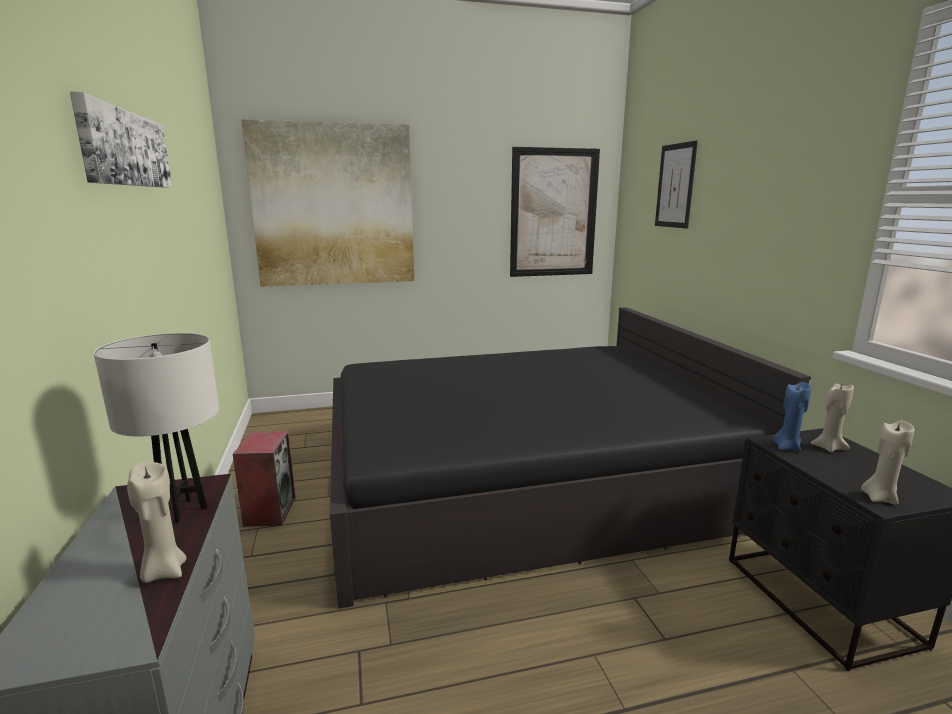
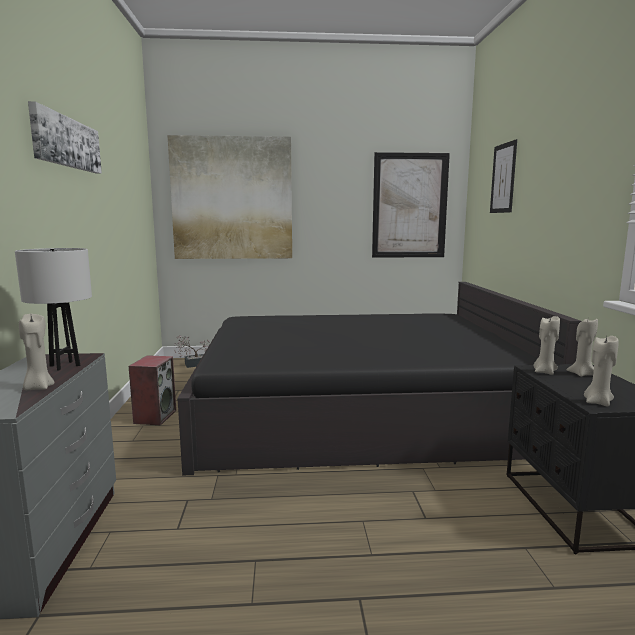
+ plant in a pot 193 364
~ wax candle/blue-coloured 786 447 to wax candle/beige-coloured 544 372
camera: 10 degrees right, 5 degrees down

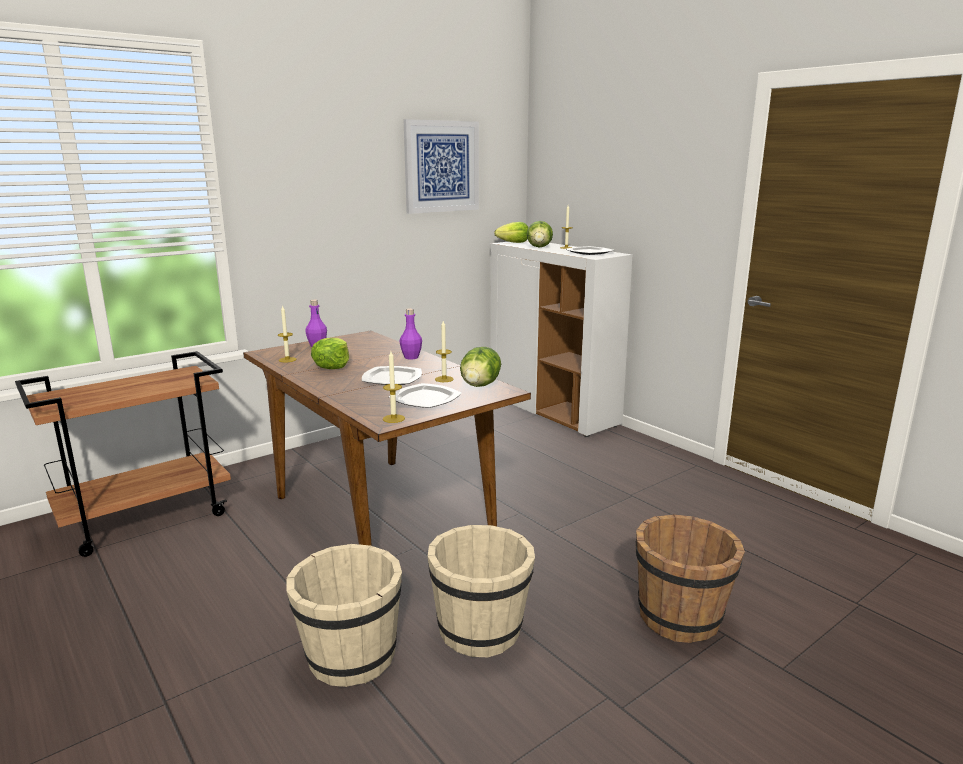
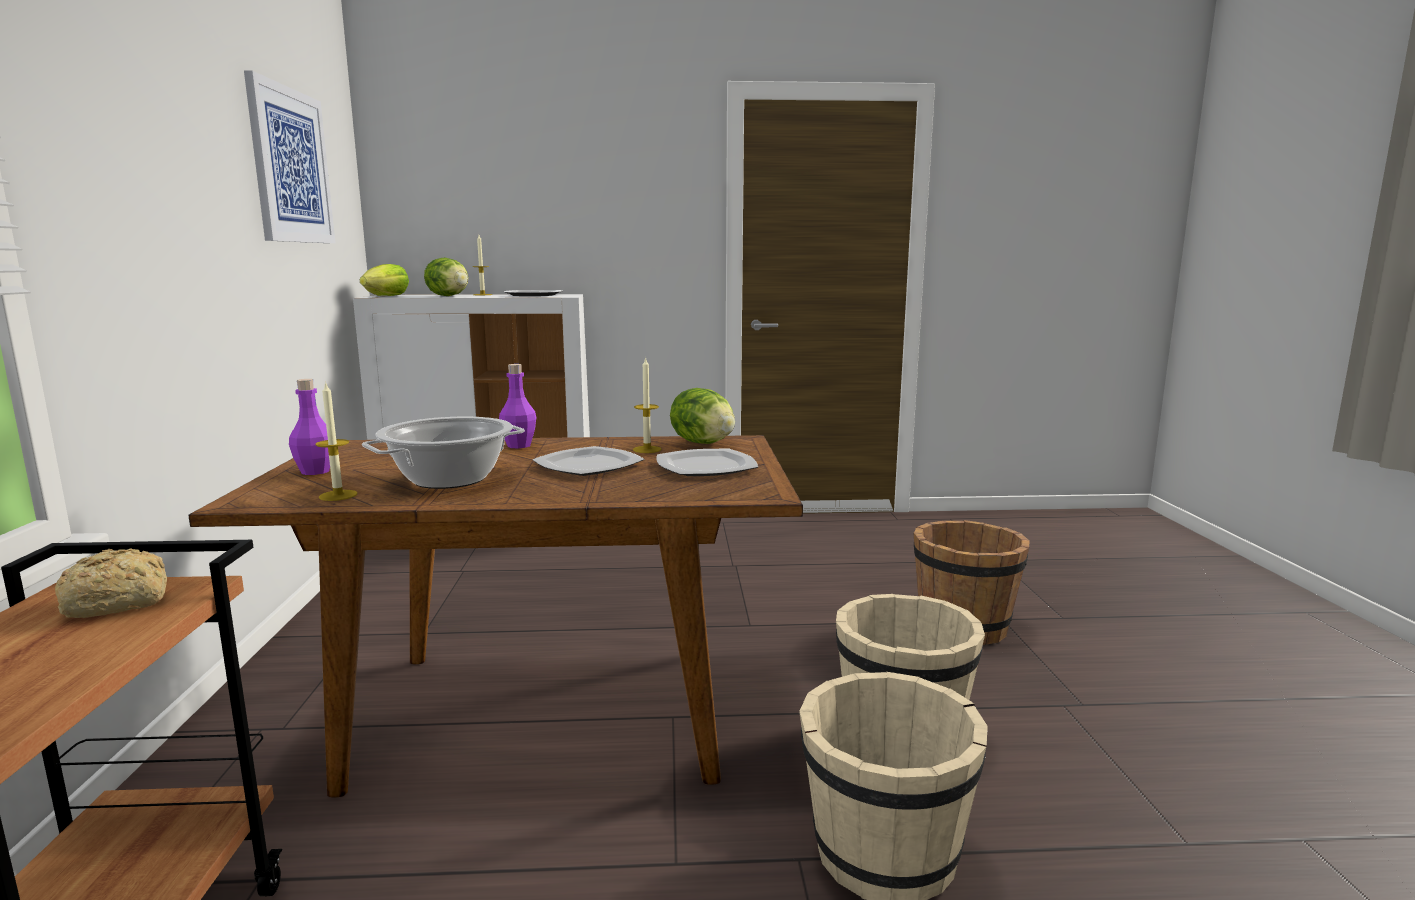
- wax candle 393 418
+ baked bread 121 602
~ head of lettuce 332 365 to saucepot 449 479
camera: 55 degrees left, 5 degrees down

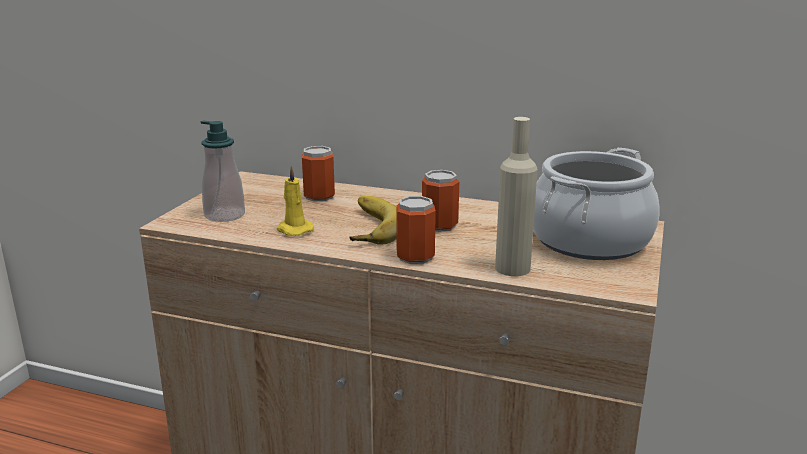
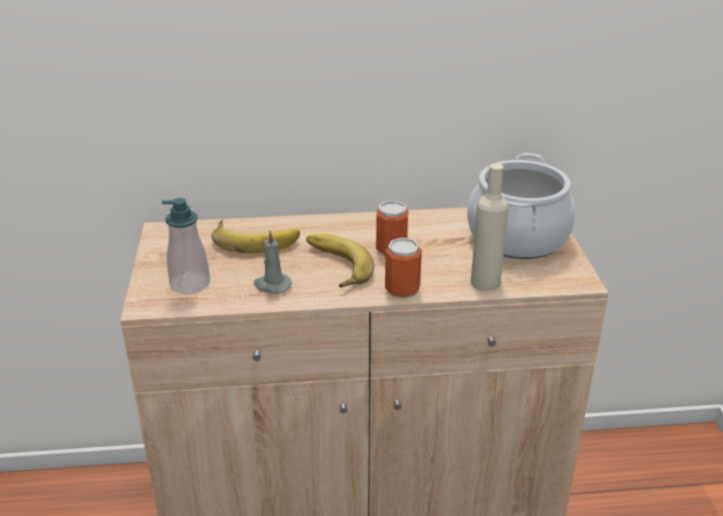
~ sealed can 319 196 to banana fruit 255 239
~ wax candle/yellow-coloured 293 230 to wax candle/grey 272 285
camera: 25 degrees left, 10 degrees up

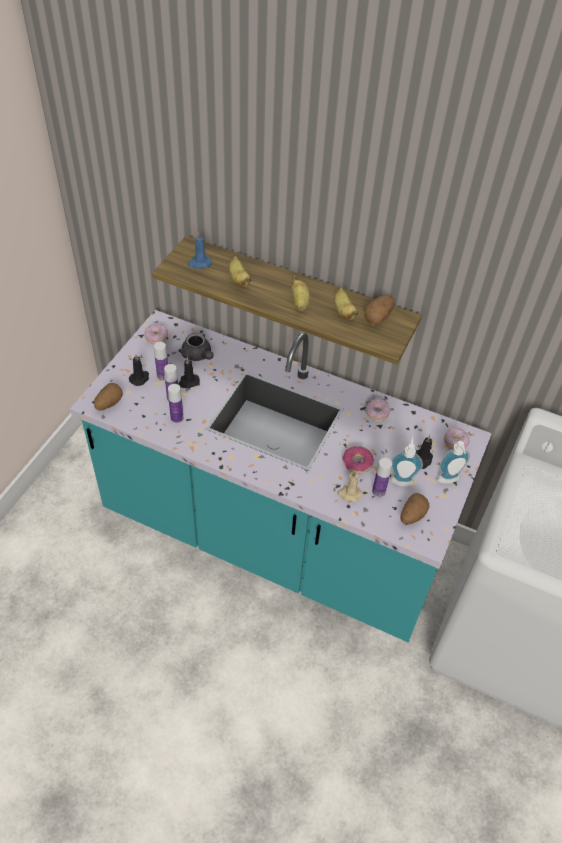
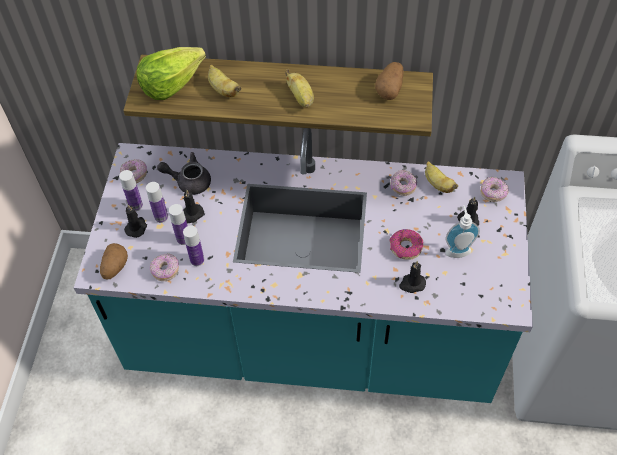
- spud 412 515
- liquid soap bottle 449 481
+ ring doughnut 165 270
~ banana fruit 343 312 to 437 184
~ bottle 378 491 to 136 205
~ wax candle/blue-coloured 199 263 to head of lettuce 171 84
~ wax candle/beige-coloured 349 494 to wax candle/black 412 284
~ tea pot/grey 198 356 = 189 181 150 degrees clockwise
camera: 15 degrees left, 5 degrees up

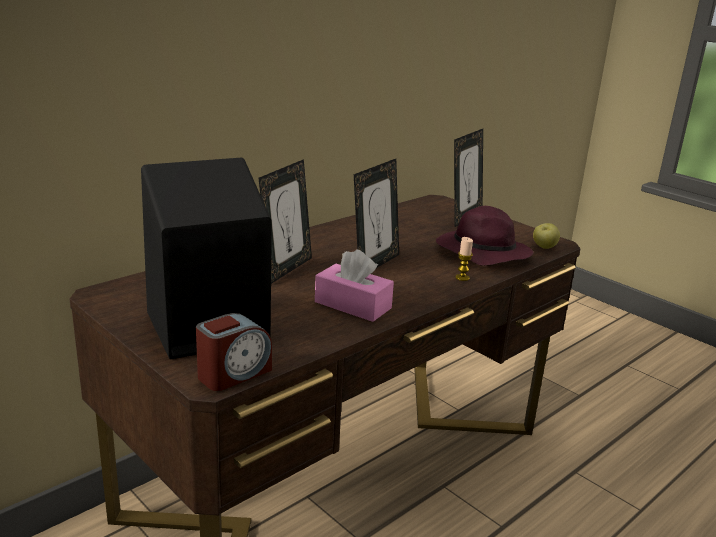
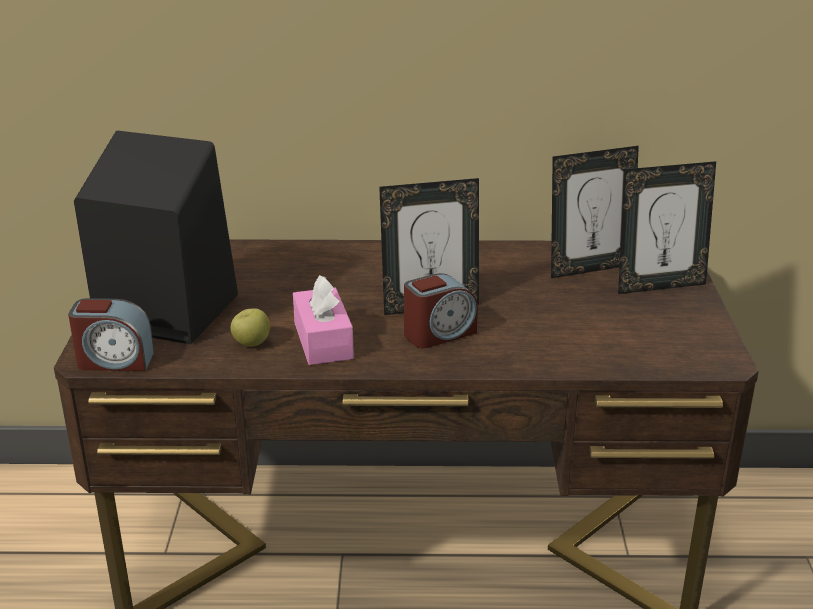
- wearable hat/purplish 481 252
- wax candle 462 278
+ bedside clock 439 333
~ picture frame 286 269 to 589 268
~ apple fruit 544 247 to 251 343
camera: 45 degrees right, 5 degrees up

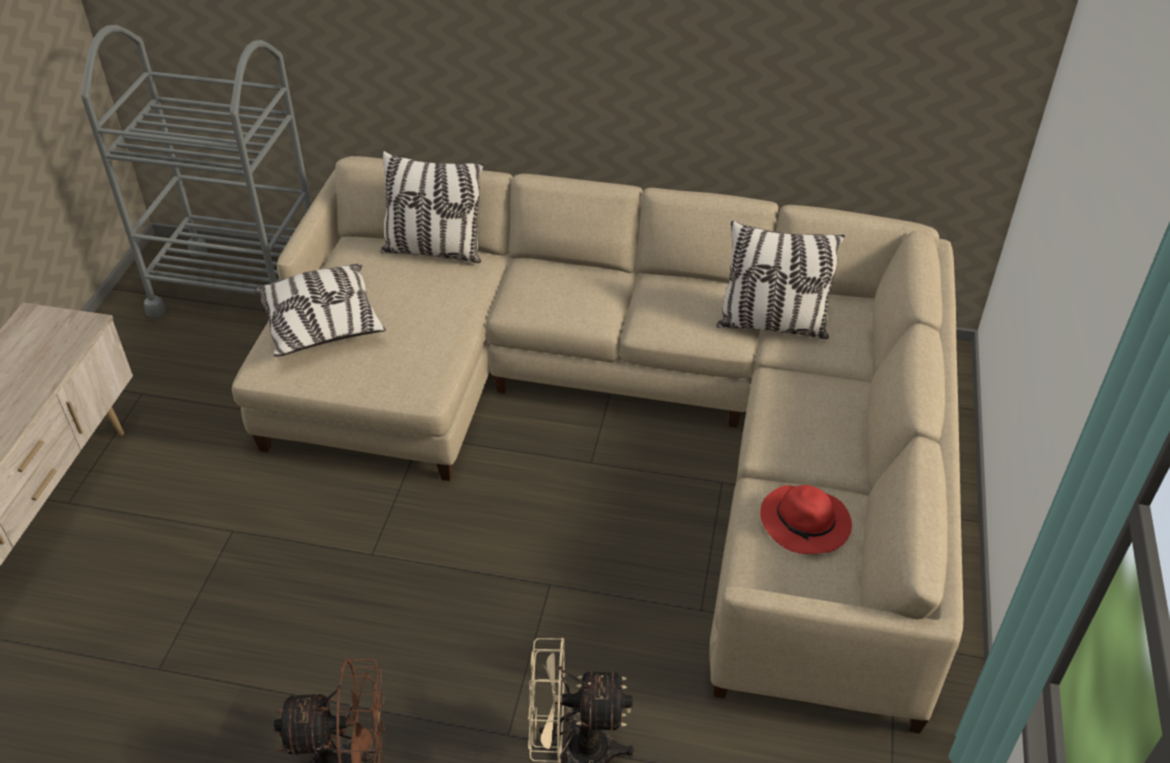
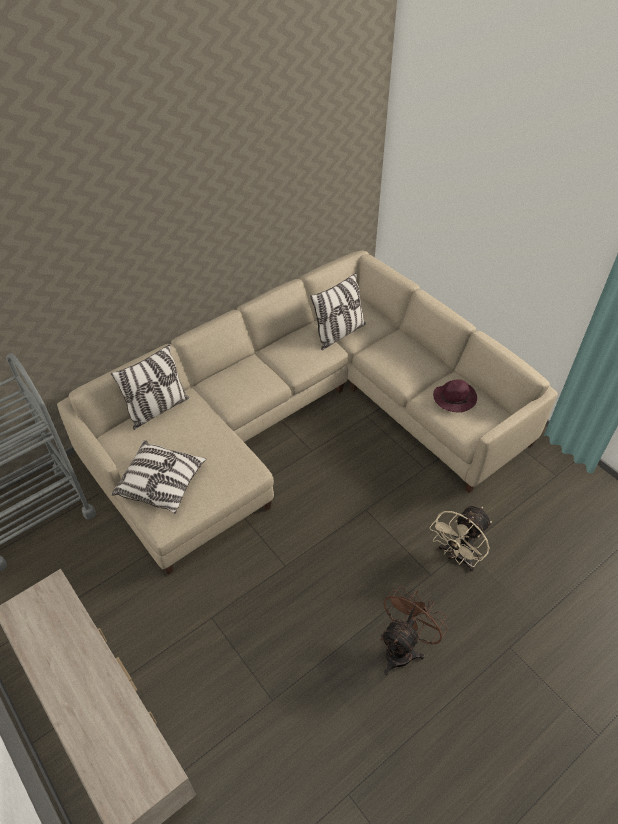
~ wearable hat/red-coloured 806 524 to wearable hat/purplish 455 398
camera: 50 degrees left, 5 degrees up

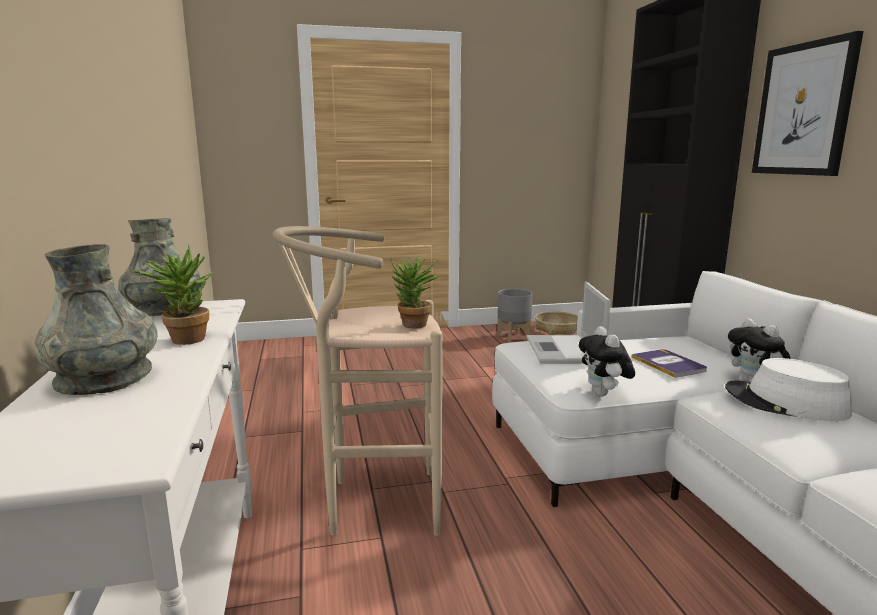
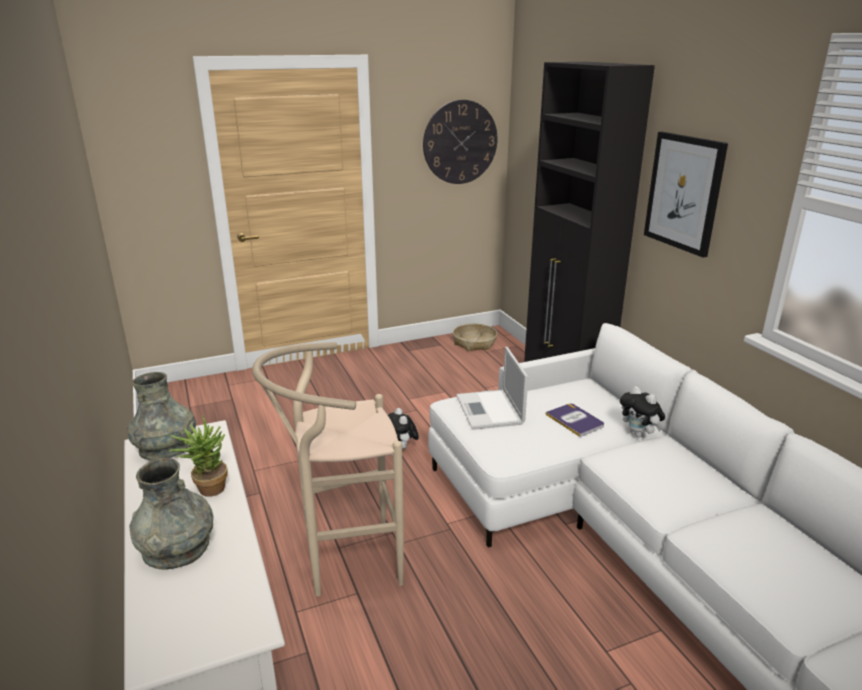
- plant in a pot 413 326
- flower pot/grey 513 337
- wearable hat/white 785 402
+ wall clock 460 142
~ soft toy 604 394 to 402 448
camera: 10 degrees left, 10 degrees up

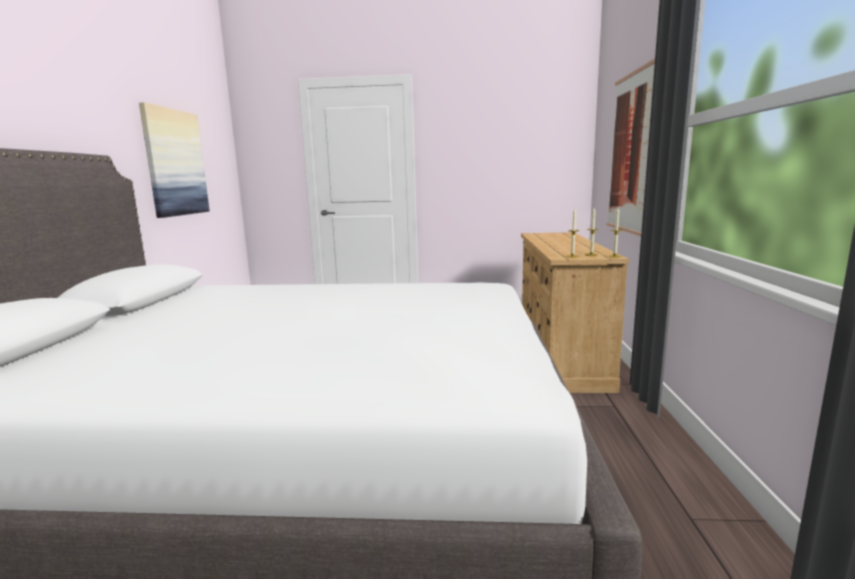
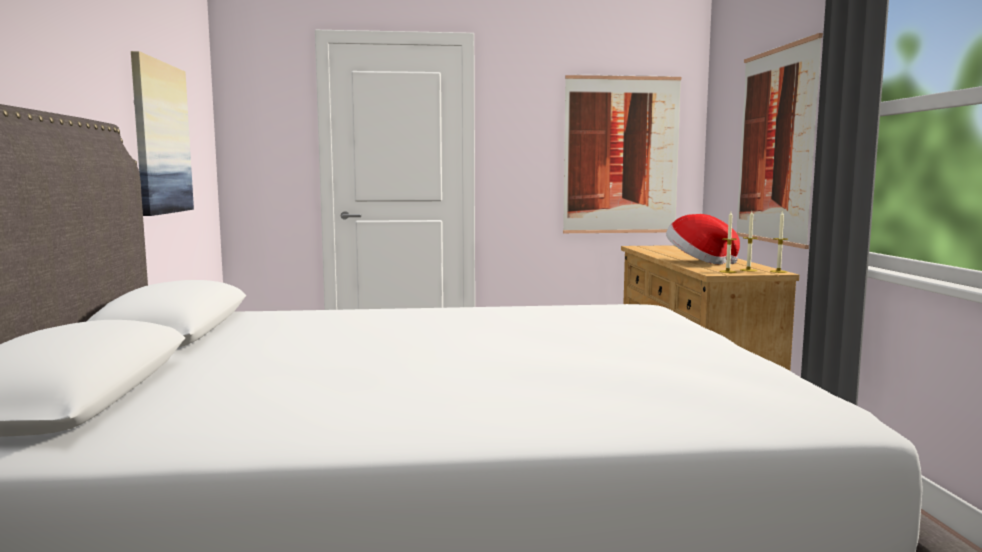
+ wall picture 621 155
+ wearable hat 699 262
camera: 10 degrees left, 5 degrees down

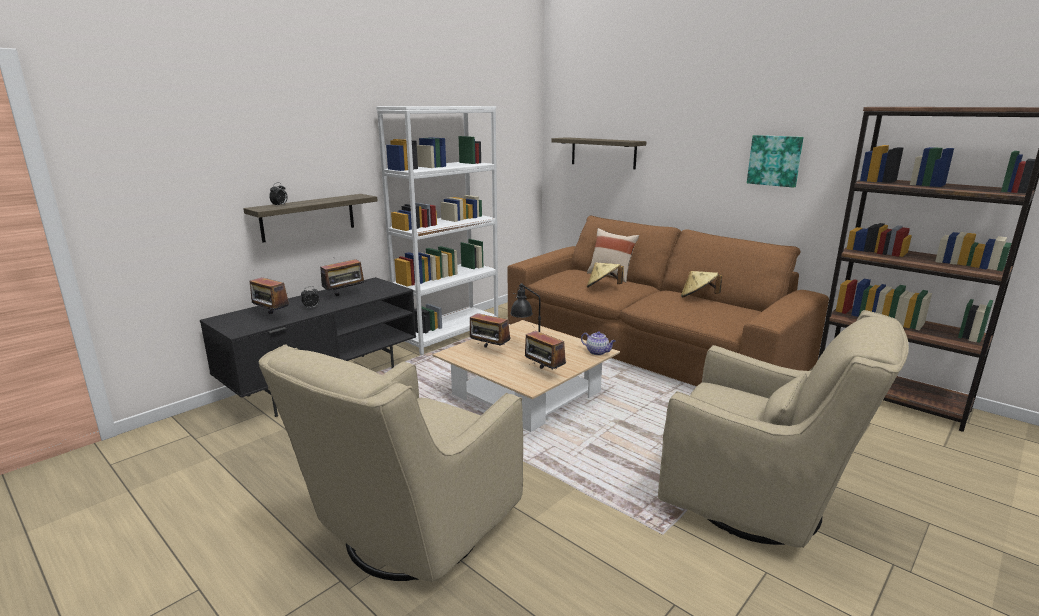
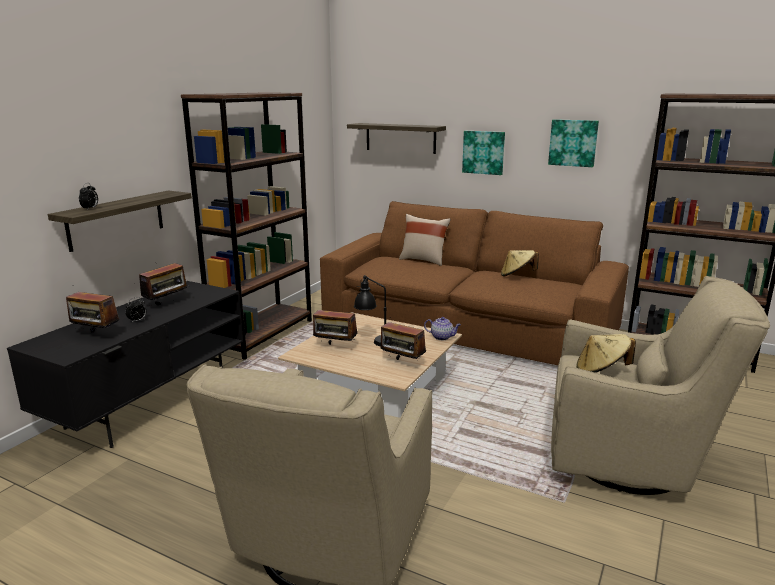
+ wall picture 483 152
~ wearable hat/beige-coloured 603 287 to 601 371
~ bookshelf/white 448 334 to bookshelf/brown 263 334
camera: 15 degrees left, 0 degrees up

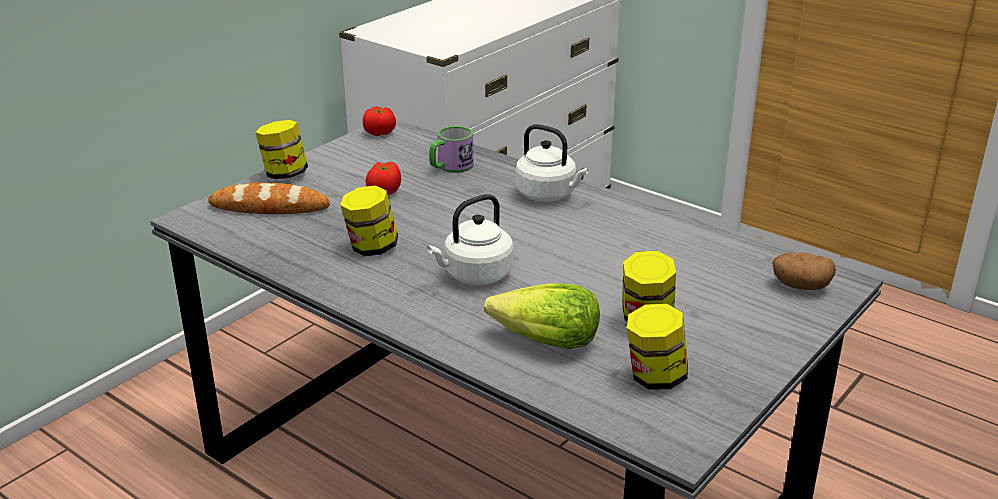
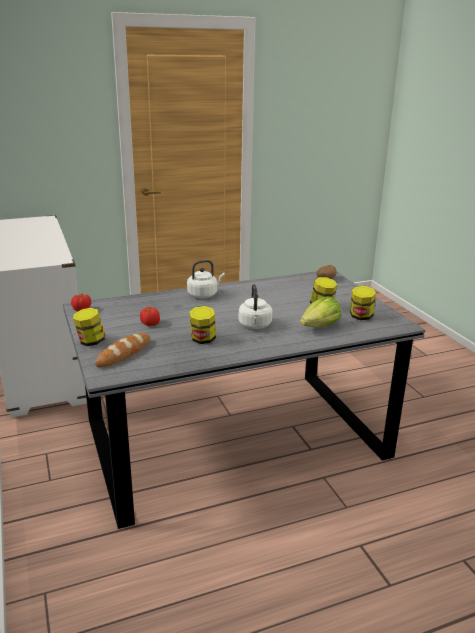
- coffee mug 450 167
camera: 60 degrees left, 5 degrees down

